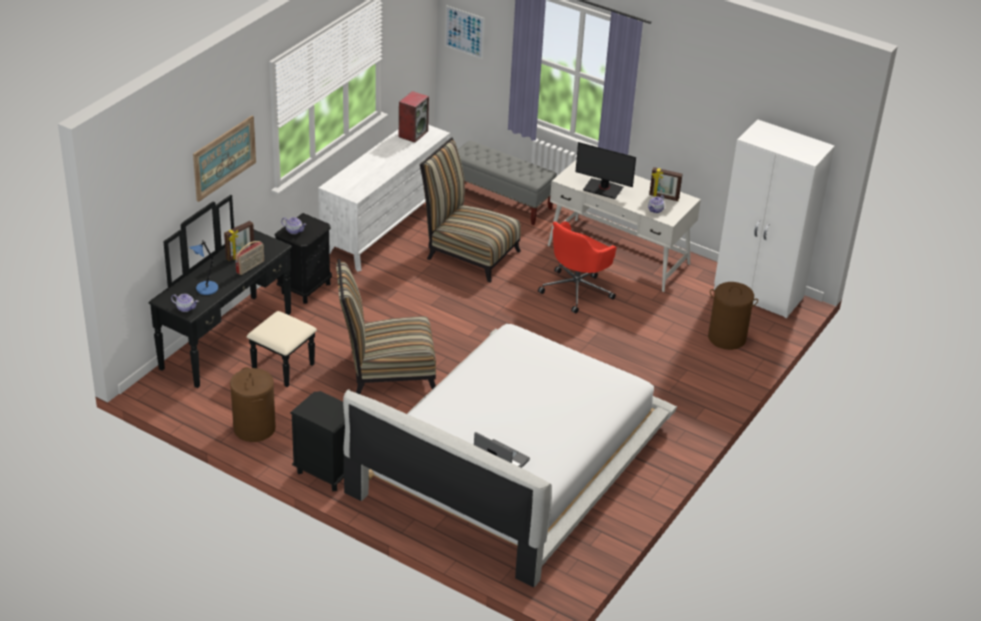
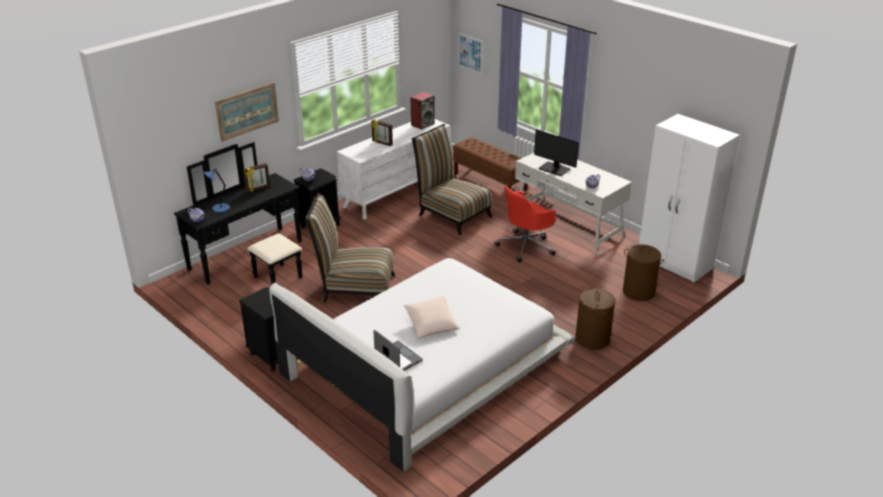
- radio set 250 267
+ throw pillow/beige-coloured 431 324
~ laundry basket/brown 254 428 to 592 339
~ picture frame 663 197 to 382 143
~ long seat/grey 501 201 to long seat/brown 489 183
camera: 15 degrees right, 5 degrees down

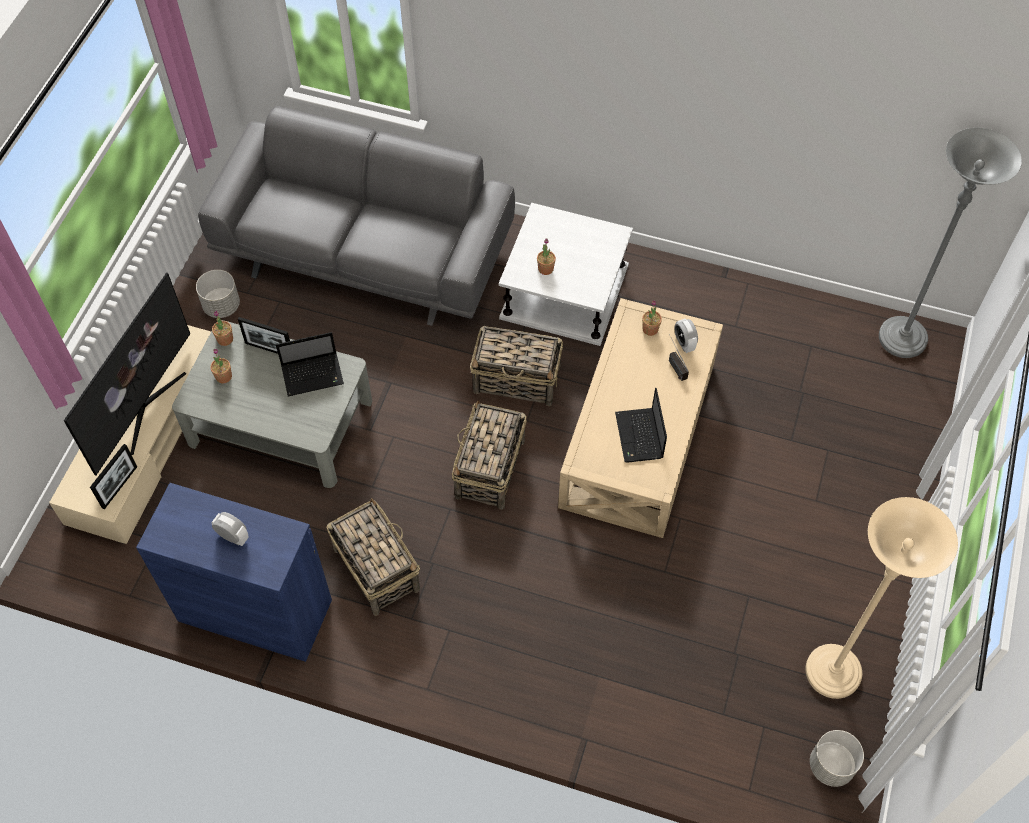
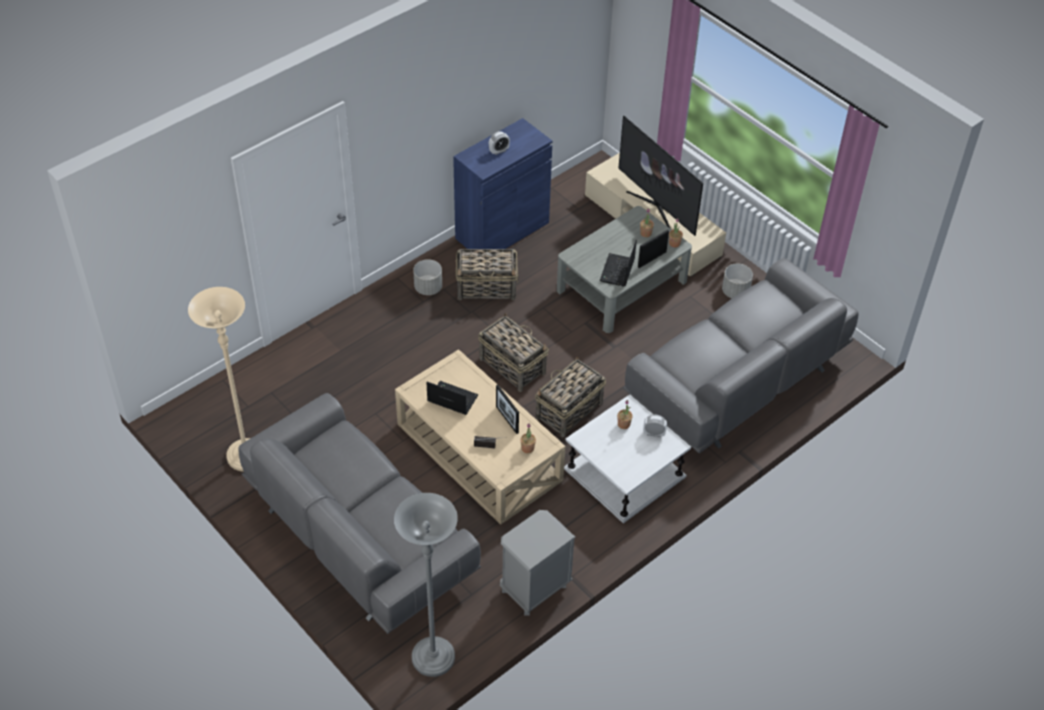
+ sofa/grey 359 534
+ bedside table/grey 534 589
~ picture frame 119 487 to 507 419
~ bedside clock 684 343 to 654 433
~ flower pot/grey 830 765 to 428 288
camera: 120 degrees right, 10 degrees down

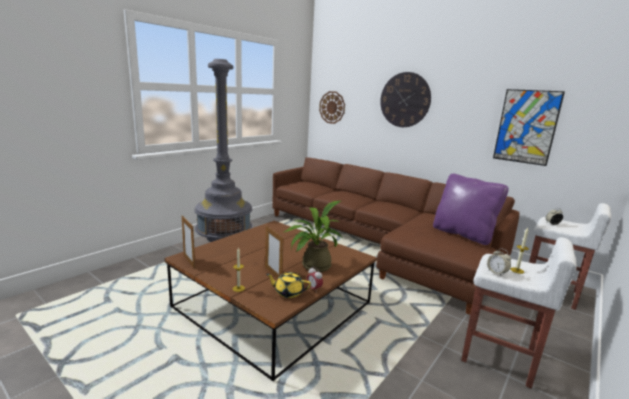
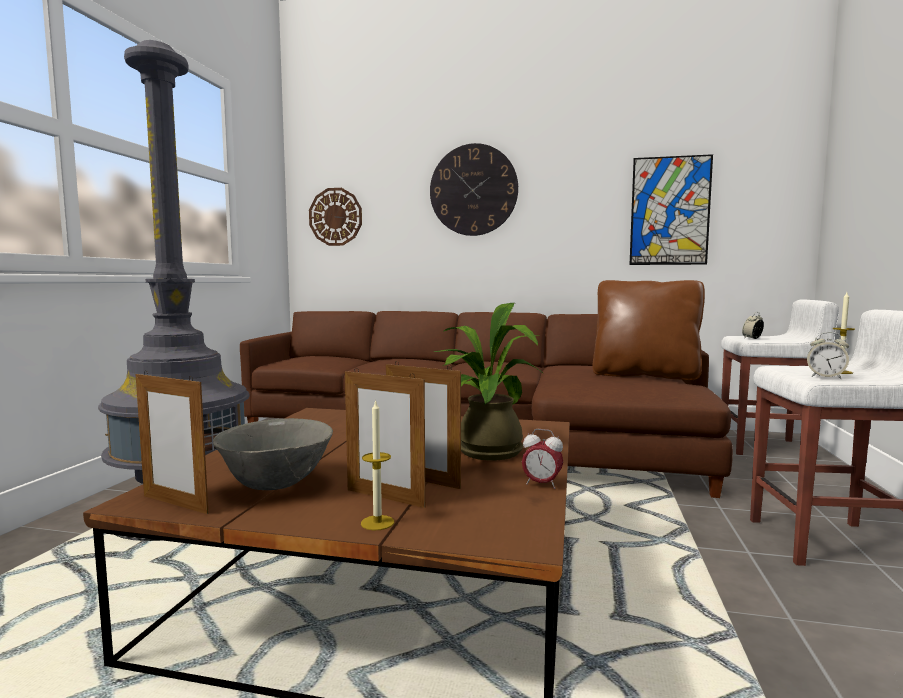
- tea pot/yellow-coloured 288 292
+ serving bowl/grey 277 485
+ picture frame 385 498
~ throw pillow/purplish 463 234 to throw pillow/brown 645 375
camera: 25 degrees left, 10 degrees down

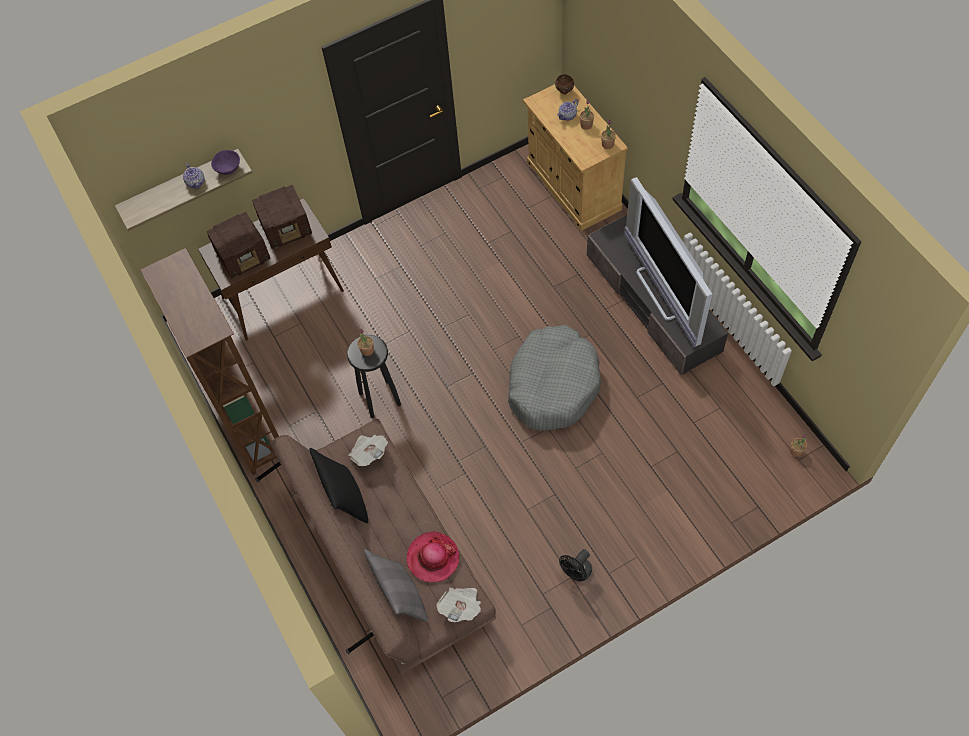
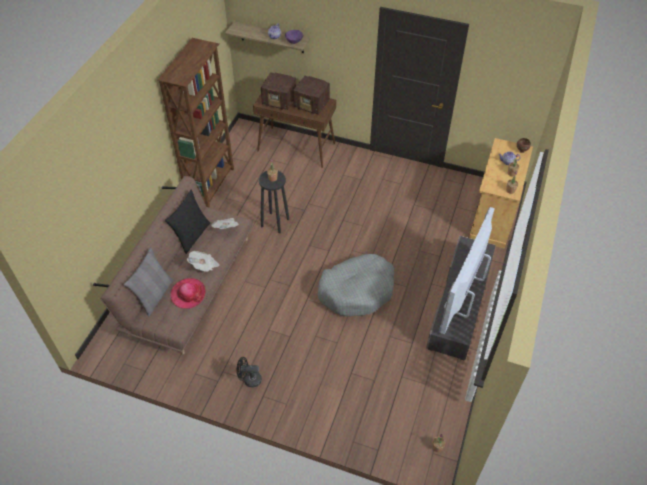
~ newspaper 461 607 to 204 266
camera: 45 degrees right, 10 degrees down

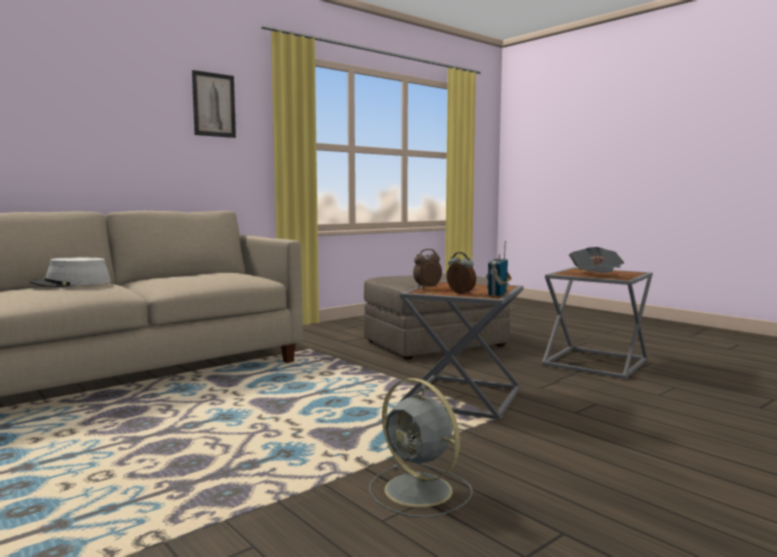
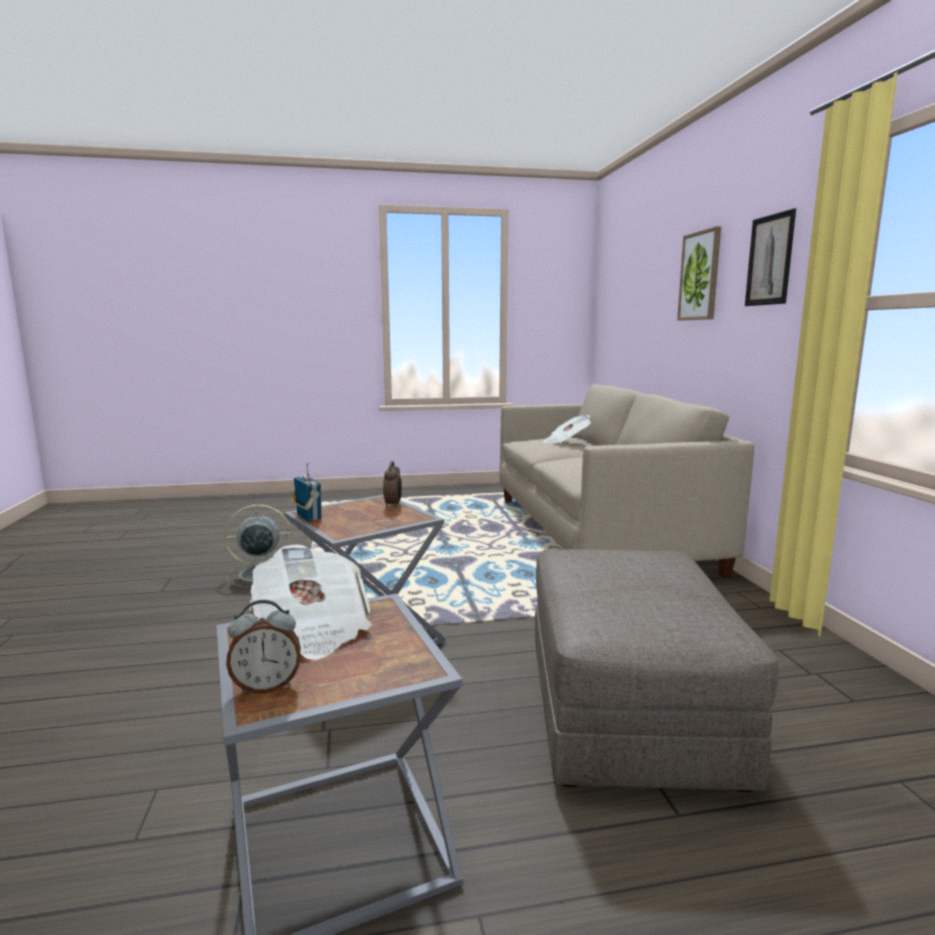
+ wall picture 700 276
~ bedside clock 460 293 to 267 686
~ wearable hat/grey 71 283 to newspaper 566 442
camera: 120 degrees right, 5 degrees up

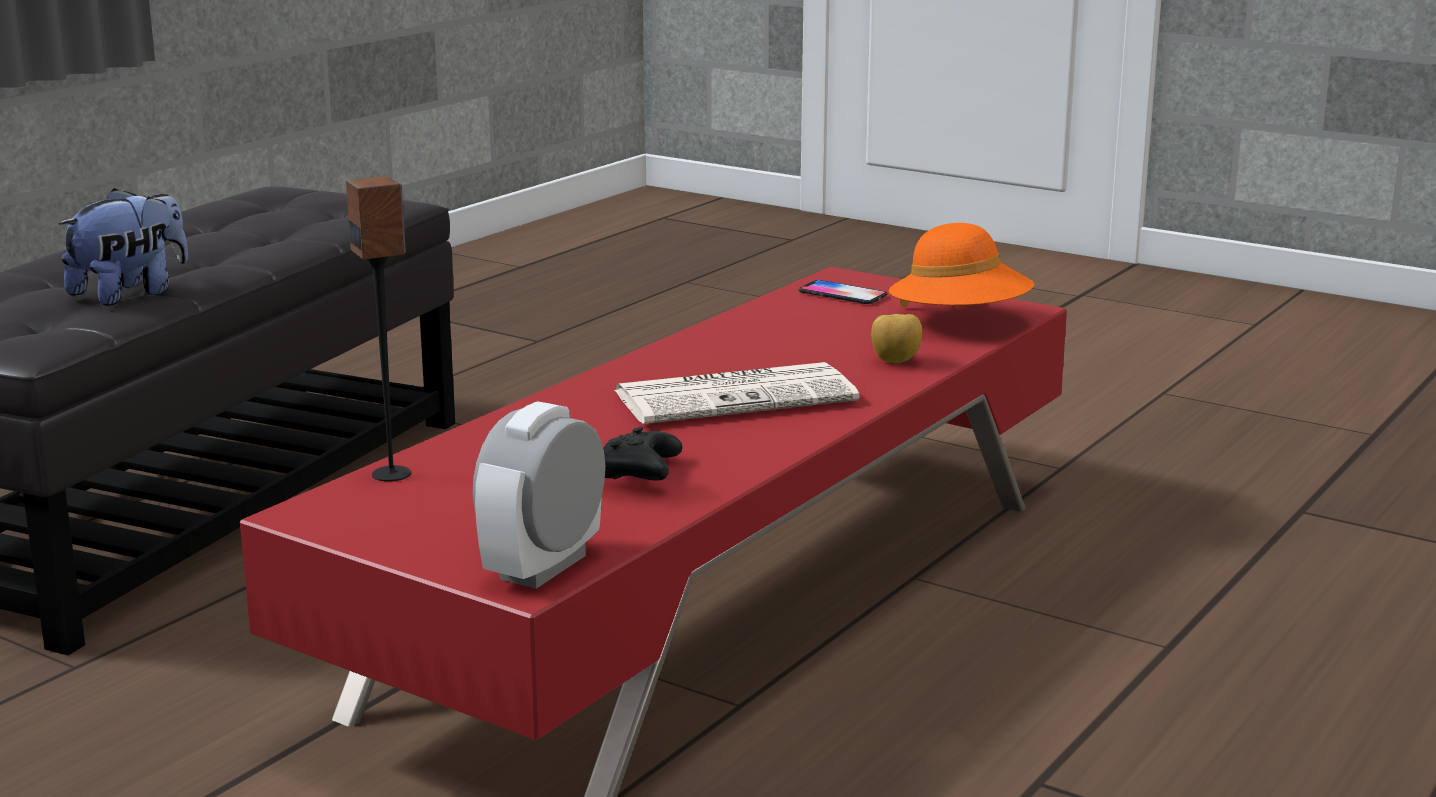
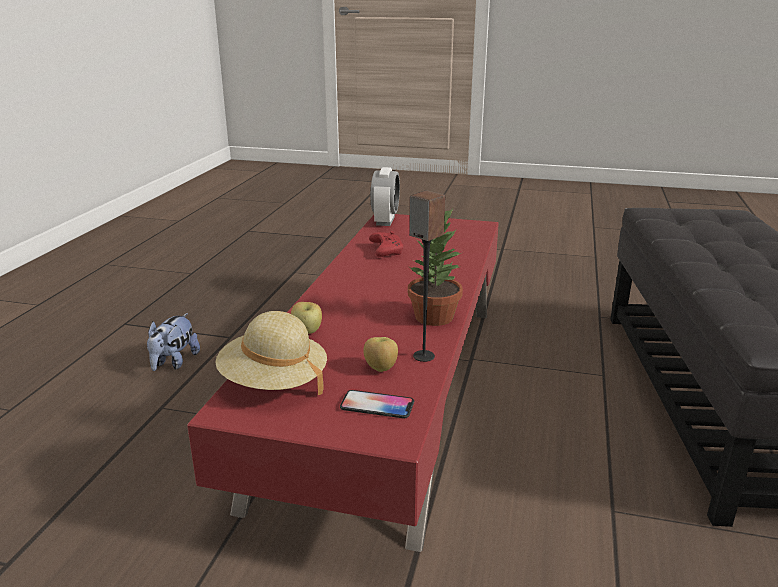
- newspaper 737 396
+ apple fruit 380 369
+ plant in a pot 435 317
~ soft toy 131 293 to 174 362
~ audio speaker 392 474 to 423 356
~ game controller/black 640 474 to game controller/red-coloured 385 251
~ wearable hat/orange-coloured 960 322 to wearable hat/beige-coloured 274 382
camera: 160 degrees right, 5 degrees up

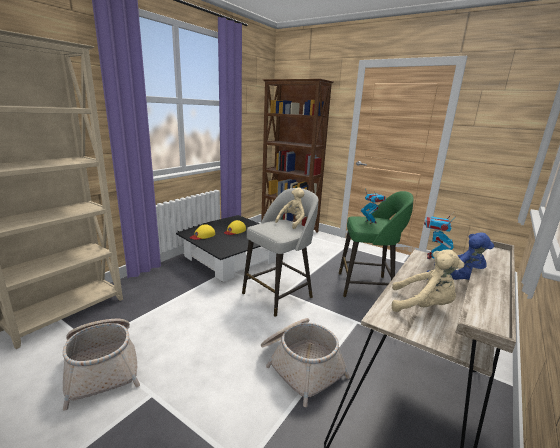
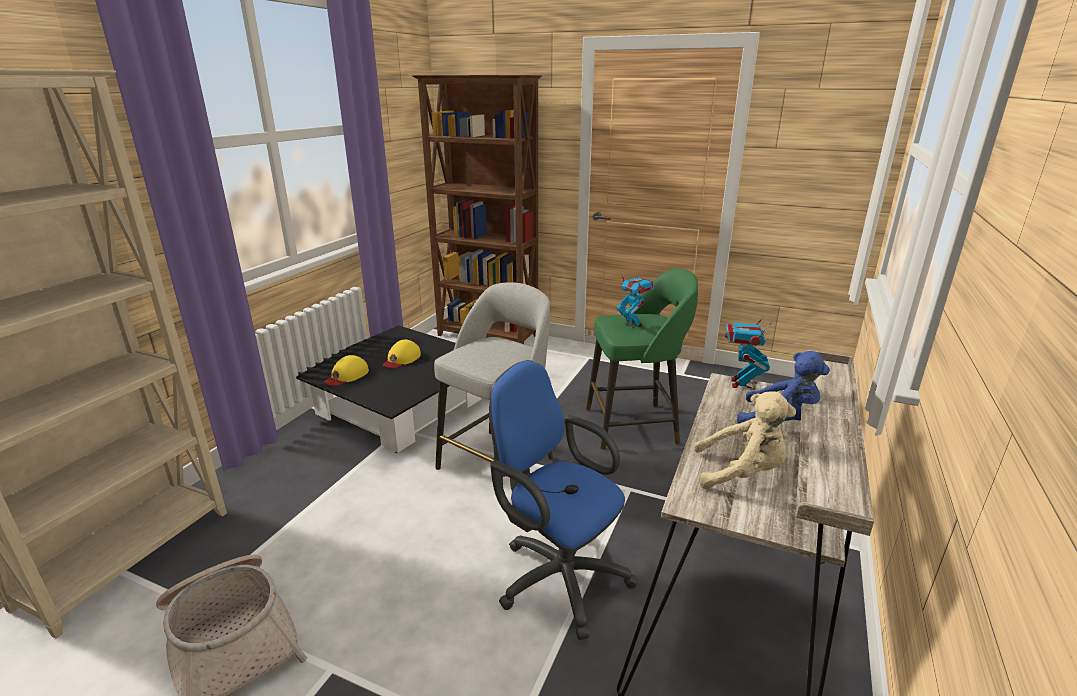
- soft toy/beige-coloured 293 222
~ basket 300 365 to computer chair/blue-coloured 557 576
camera: 10 degrees left, 5 degrees up

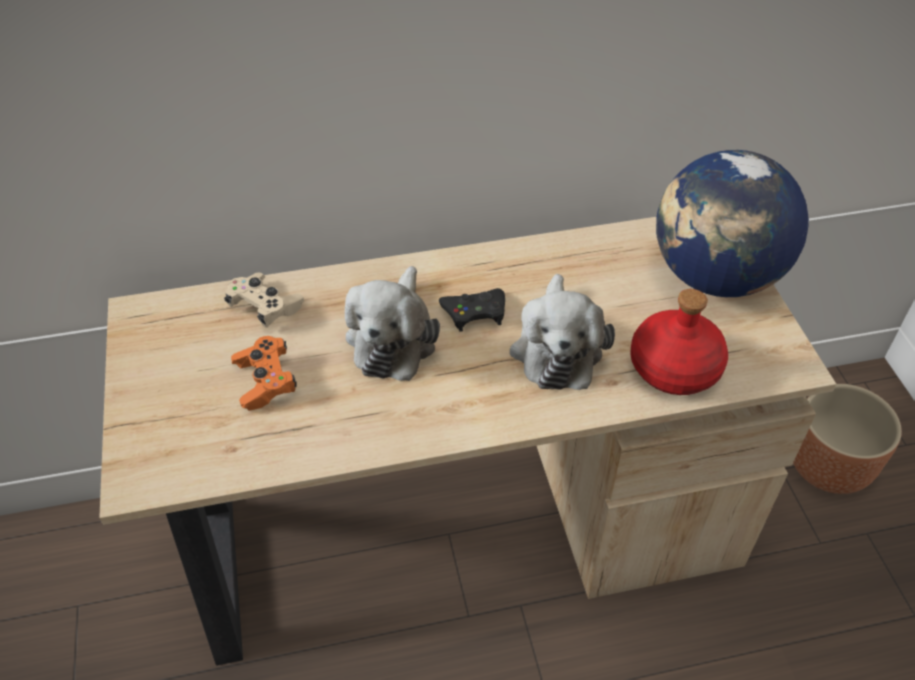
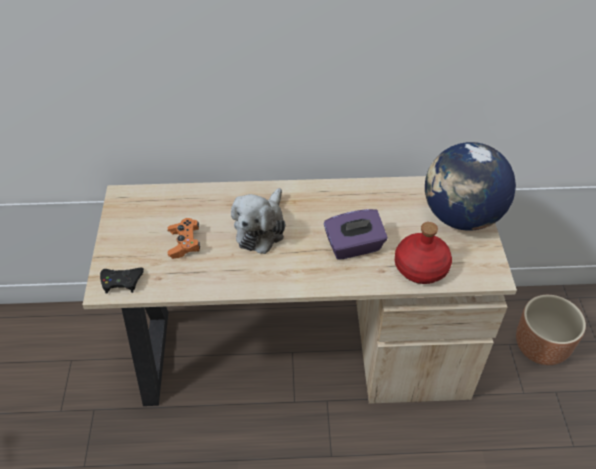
- game controller/beige-coloured 265 307
~ game controller/black 475 312 to 121 281
~ soft toy 556 348 to tissue holder/purplish 354 246
camera: 10 degrees right, 0 degrees up

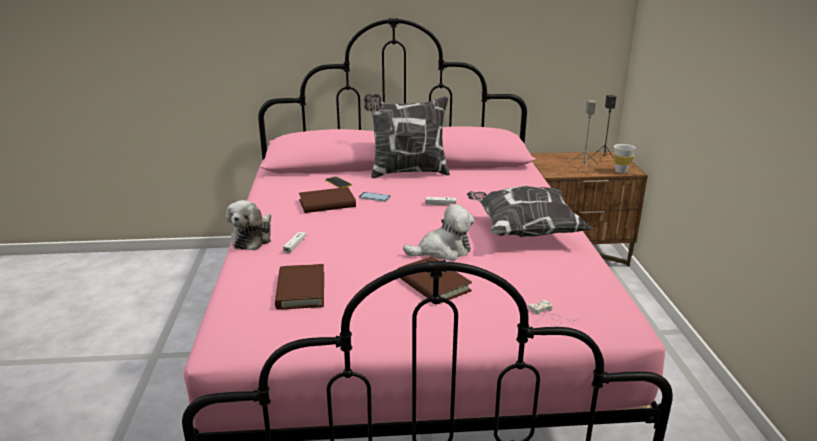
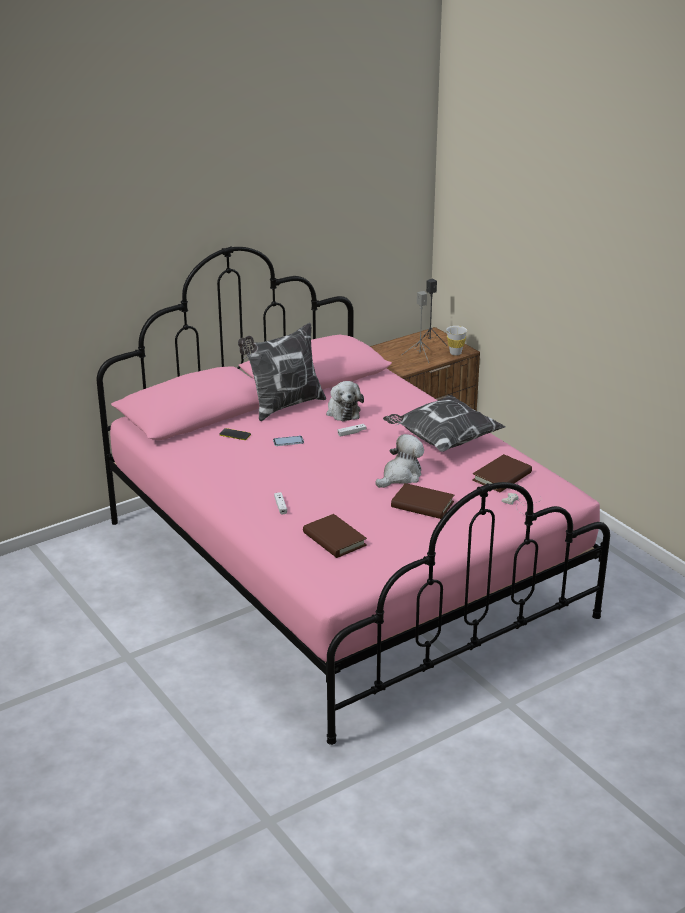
~ soft toy 253 238 to 342 411
~ volume/brown 327 203 to 502 477
camera: 30 degrees left, 5 degrees up

